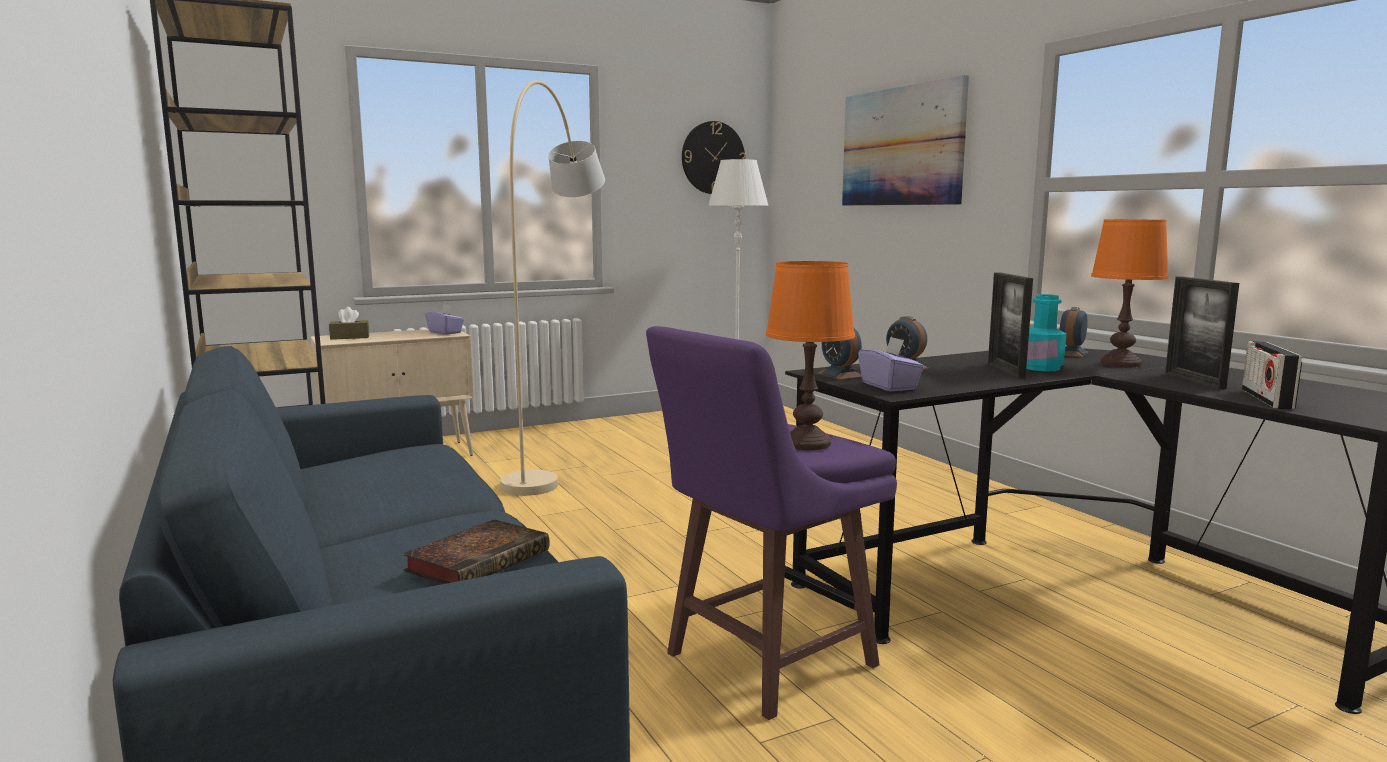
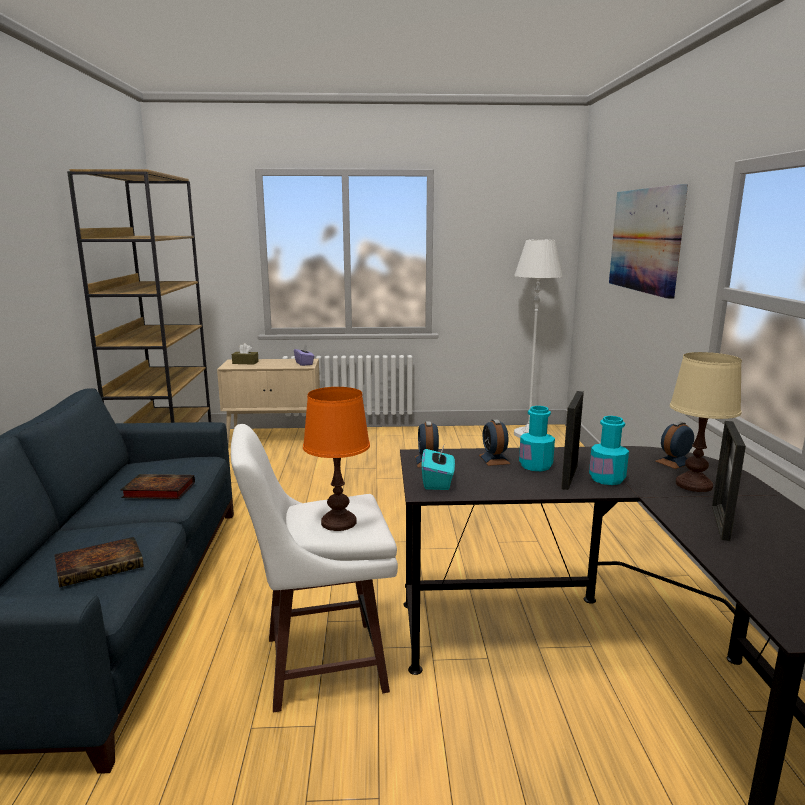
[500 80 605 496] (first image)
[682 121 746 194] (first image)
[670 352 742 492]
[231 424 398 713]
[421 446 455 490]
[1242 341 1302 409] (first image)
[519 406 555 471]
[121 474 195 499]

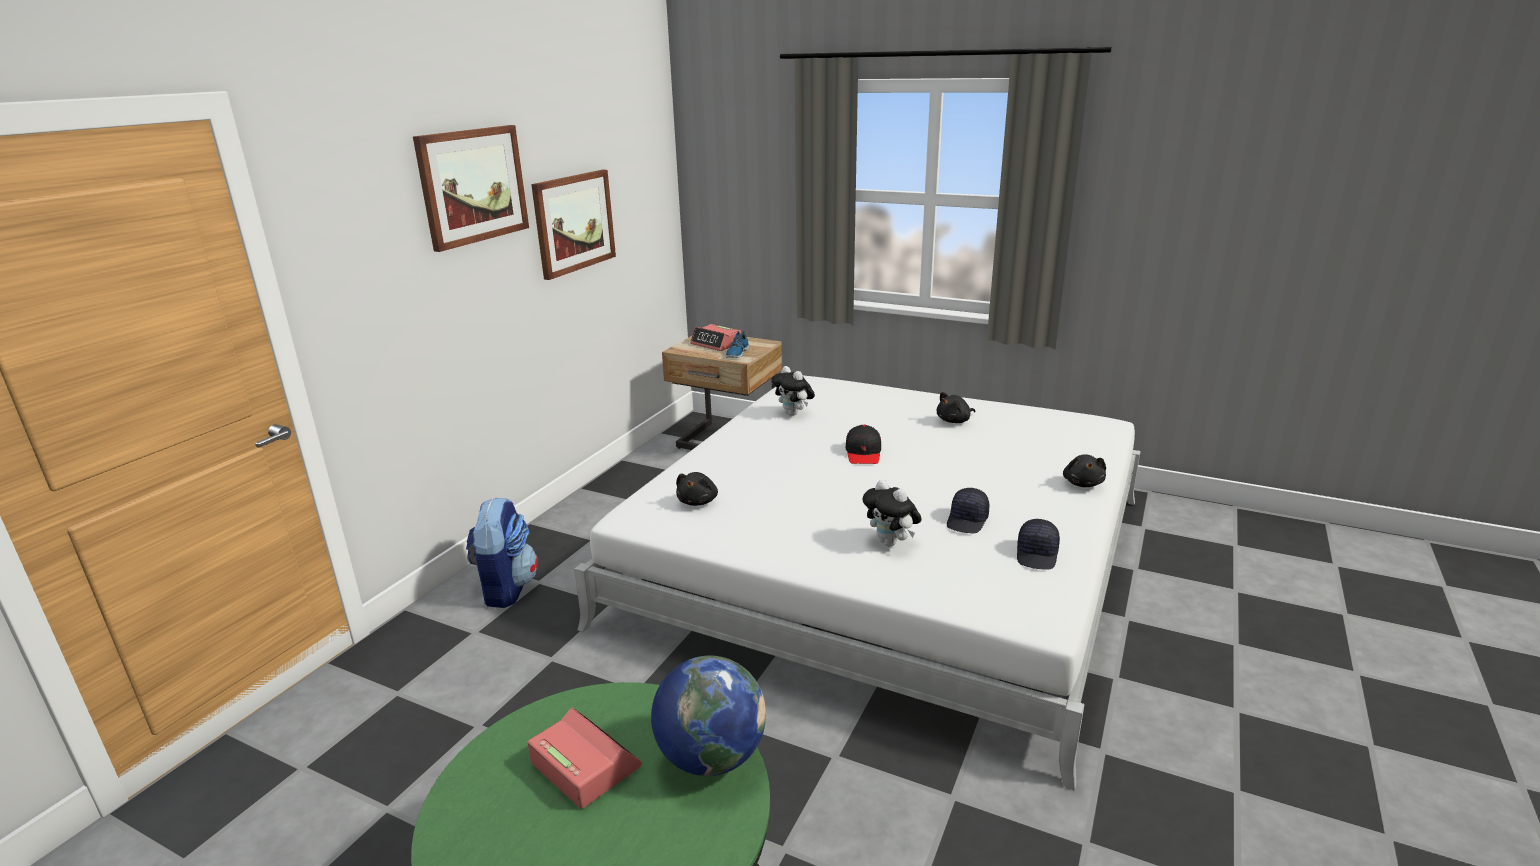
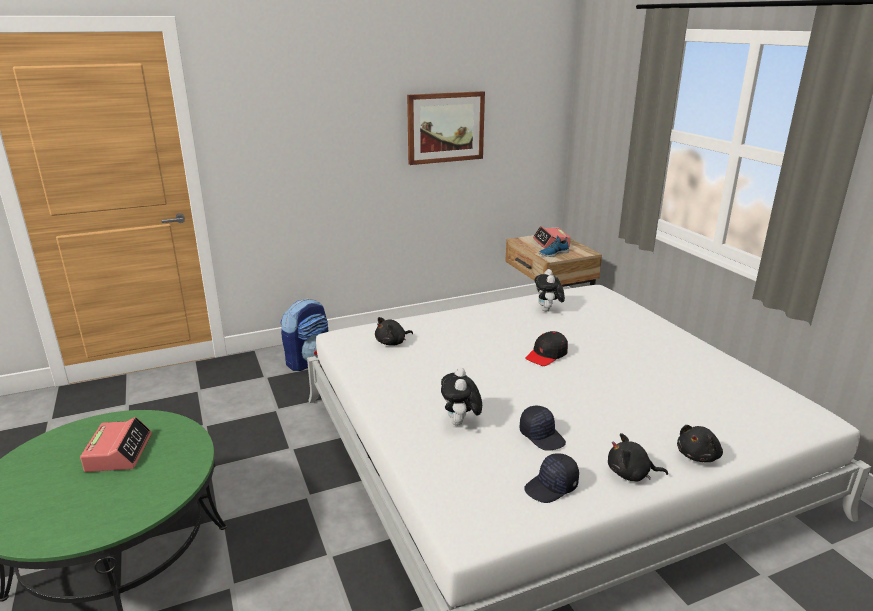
[413 125 529 252] (first image)
[608 433 668 481]
[520 406 566 451]
[651 655 766 776] (first image)

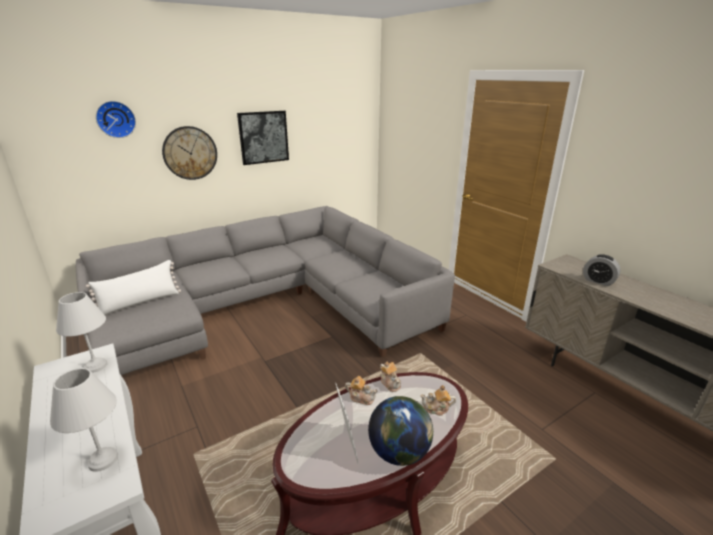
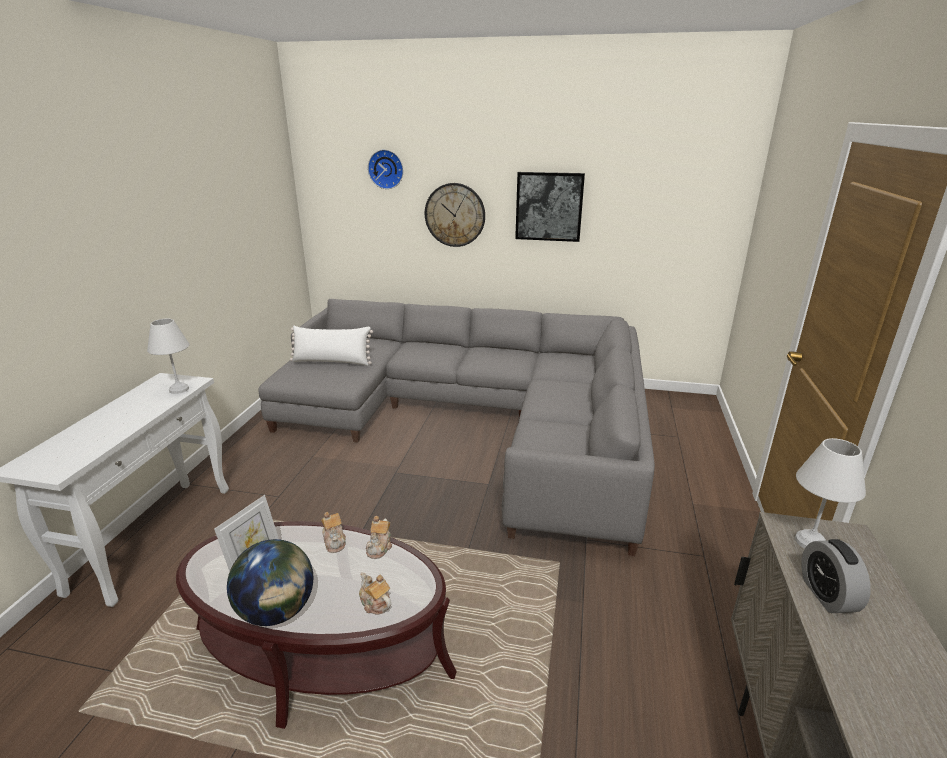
[795 438 866 549]

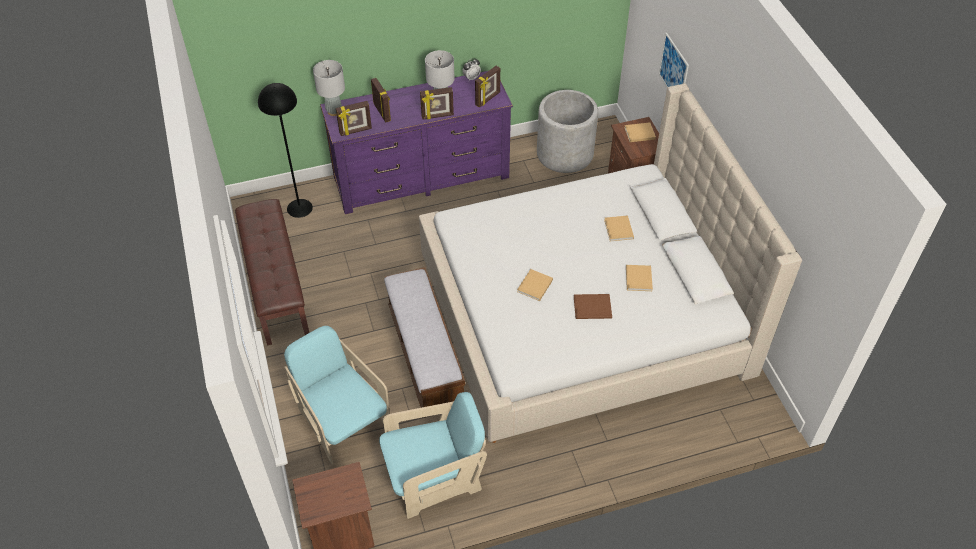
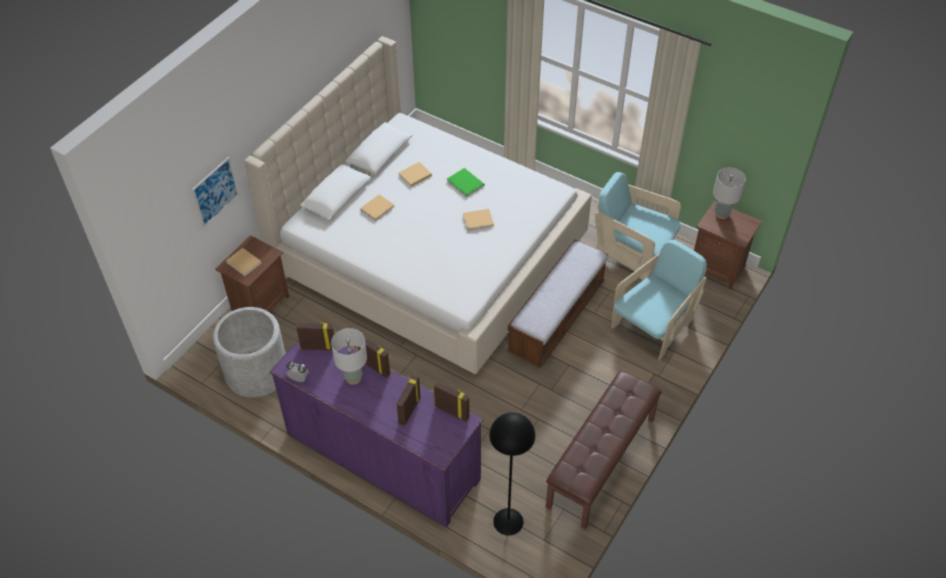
[713 167 746 219]
[447 168 485 197]
[611 240 707 361]

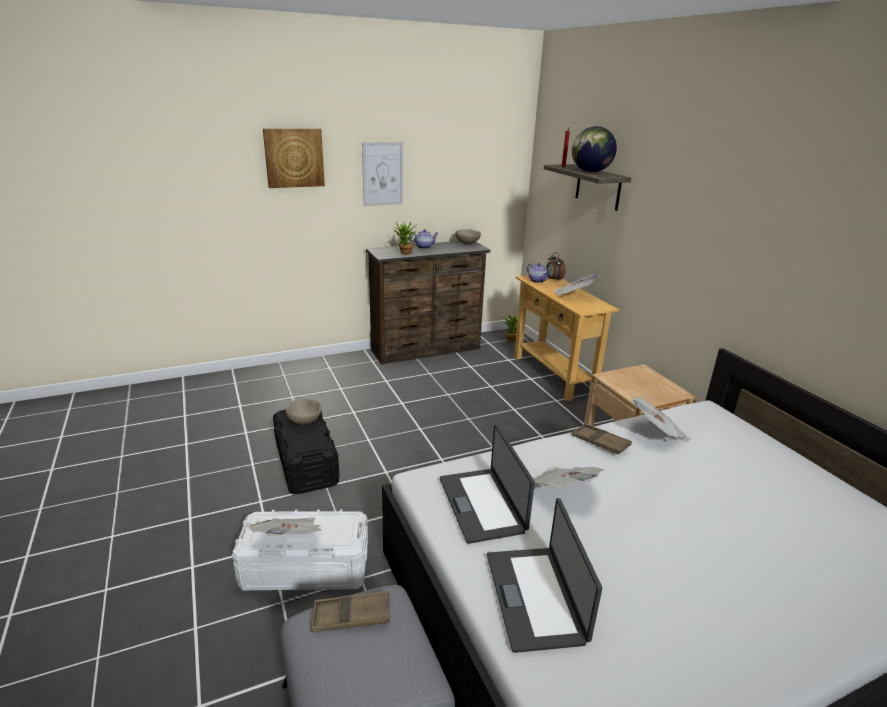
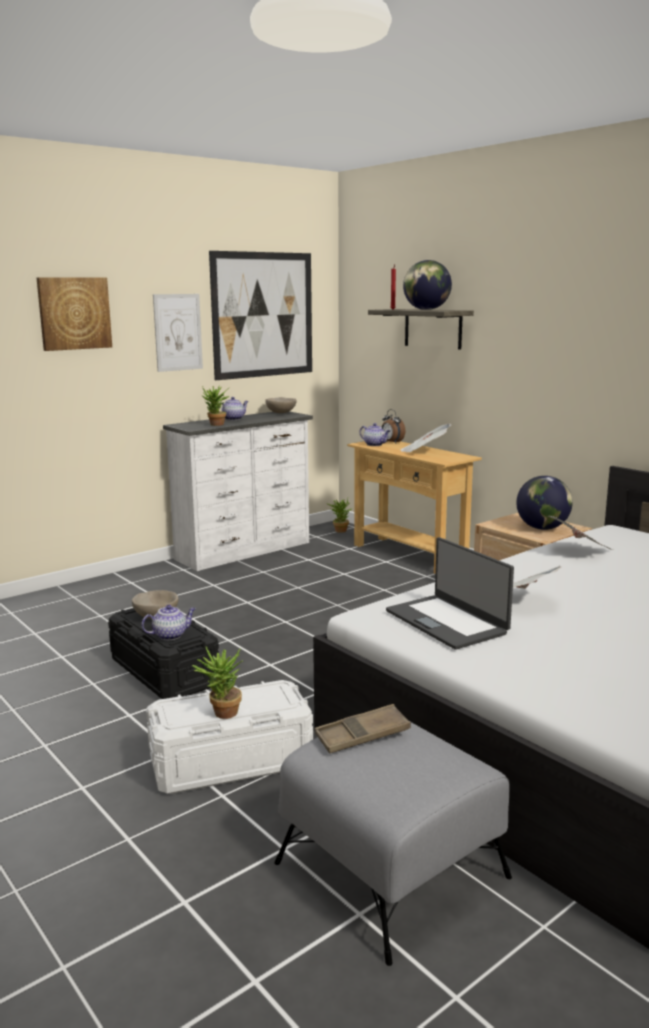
[163 411 313 571]
[572 423 632 454] (first image)
[487 498 602 653] (first image)
[192 647 243 719]
[209 251 312 380]
[516 476 573 530]
[141 605 196 640]

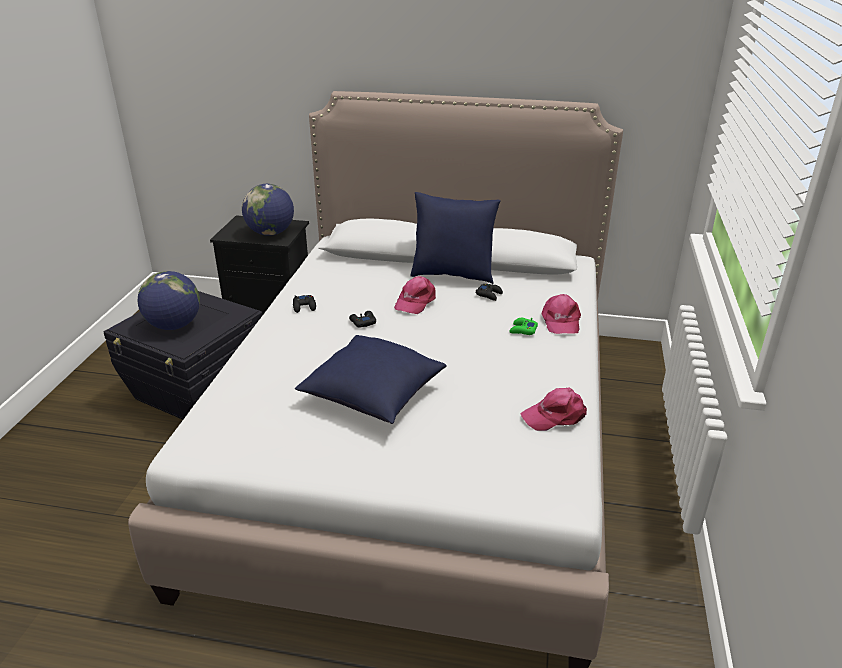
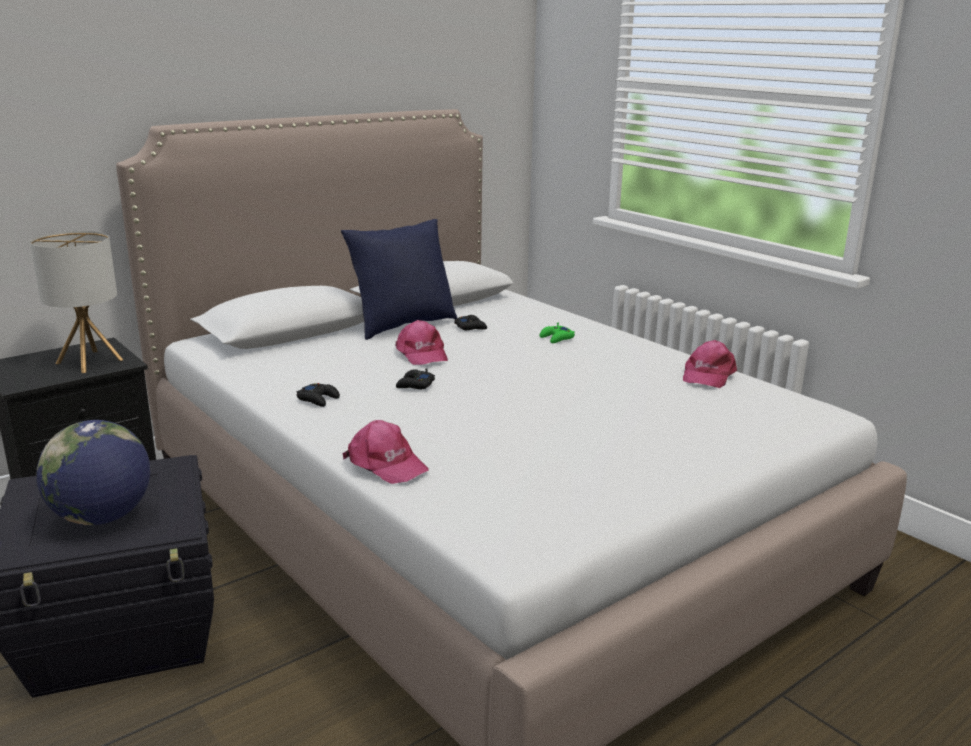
[30 231 123 373]
[342 420 429 484]
[295 335 447 424] (first image)

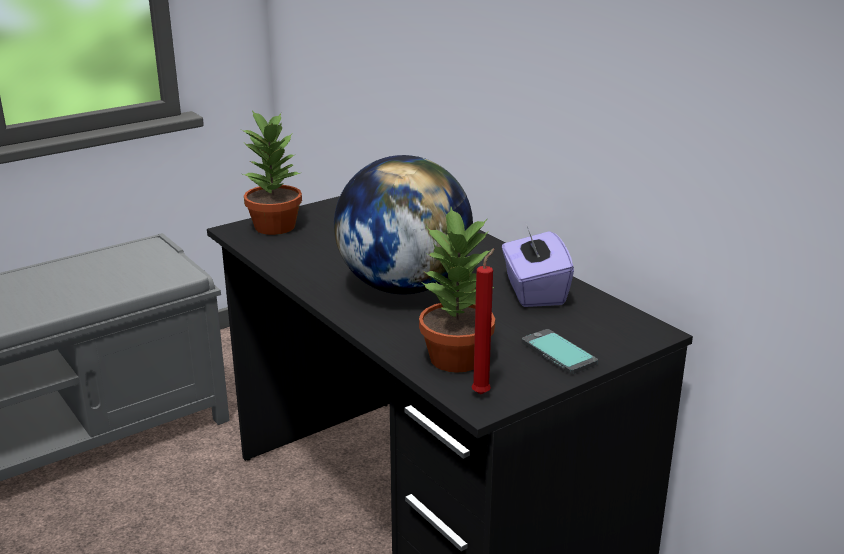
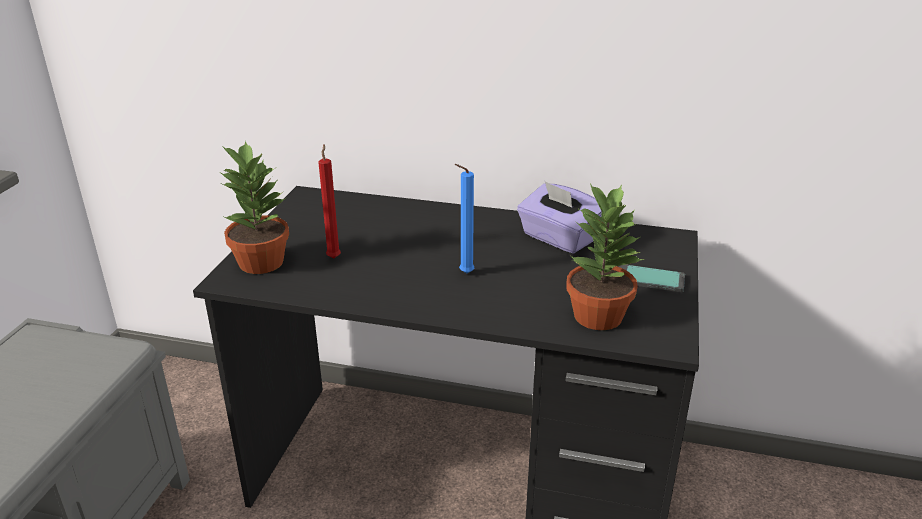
[455 164 474 273]
[318 144 341 258]

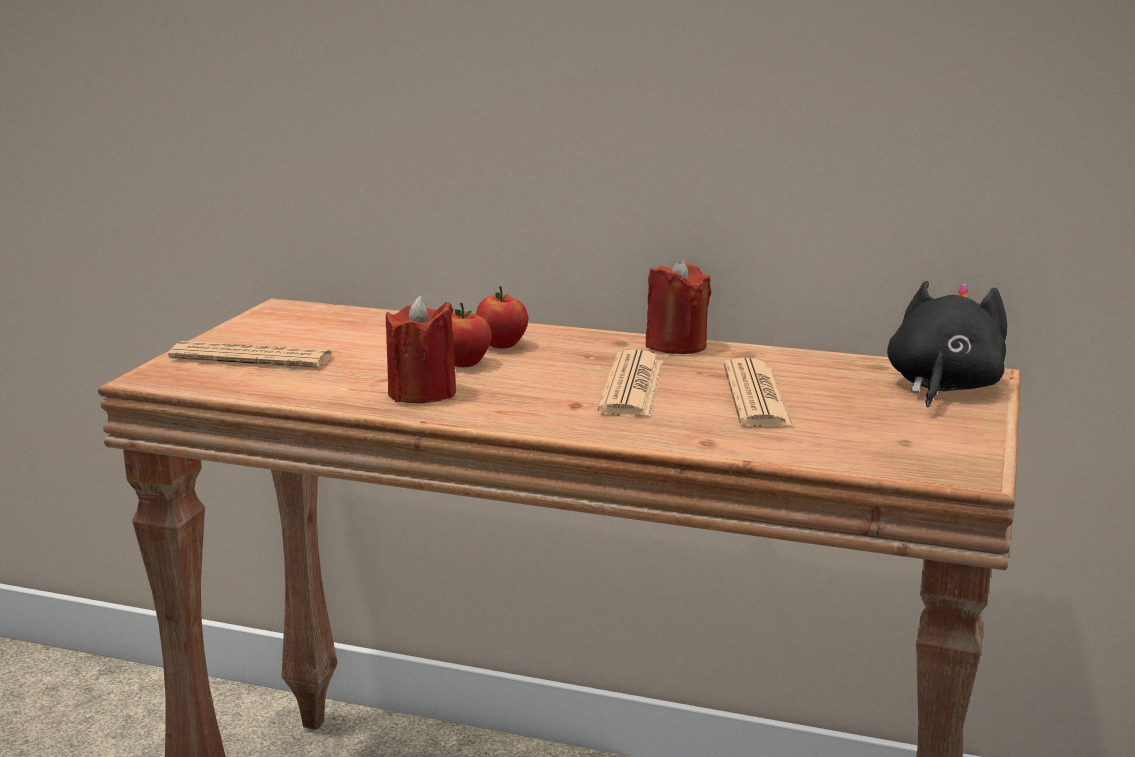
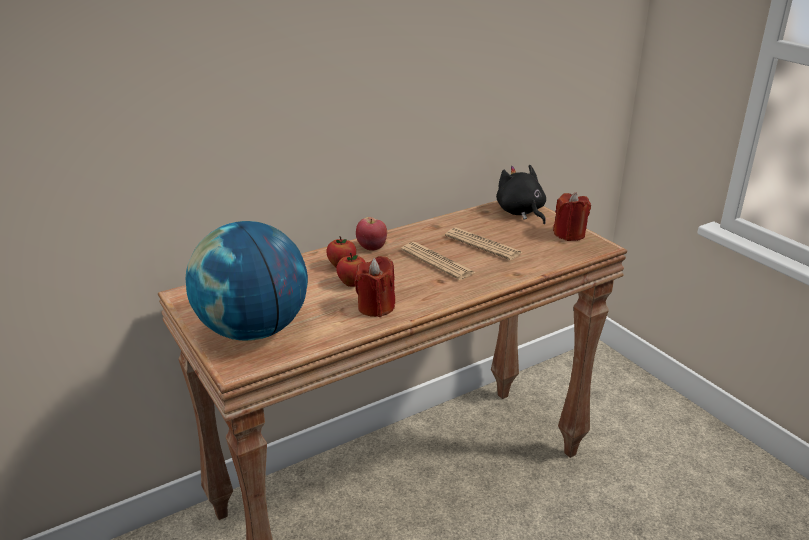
[553 192 591 241]
[186 221 308 341]
[356 217 387 251]

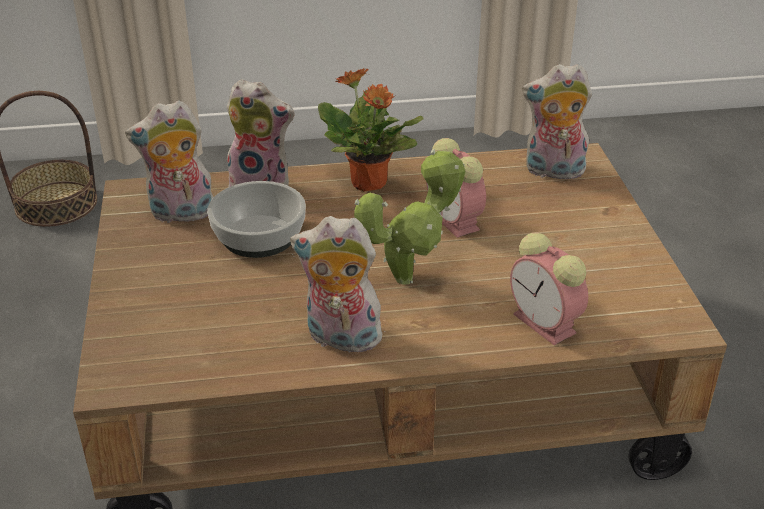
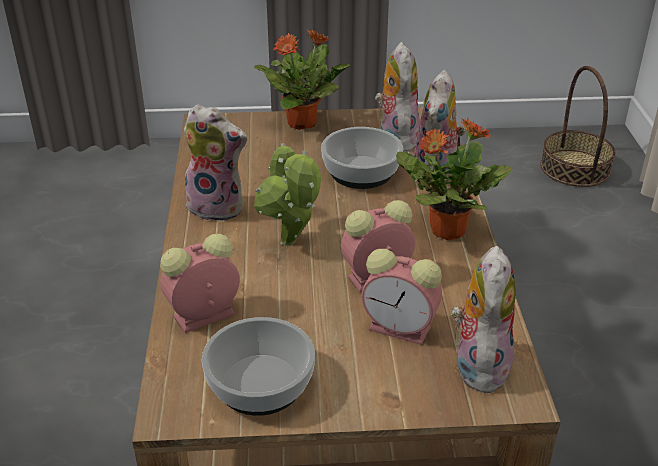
[183 104 247 222]
[254 29 350 130]
[361 249 442 345]
[202 317 315 416]

